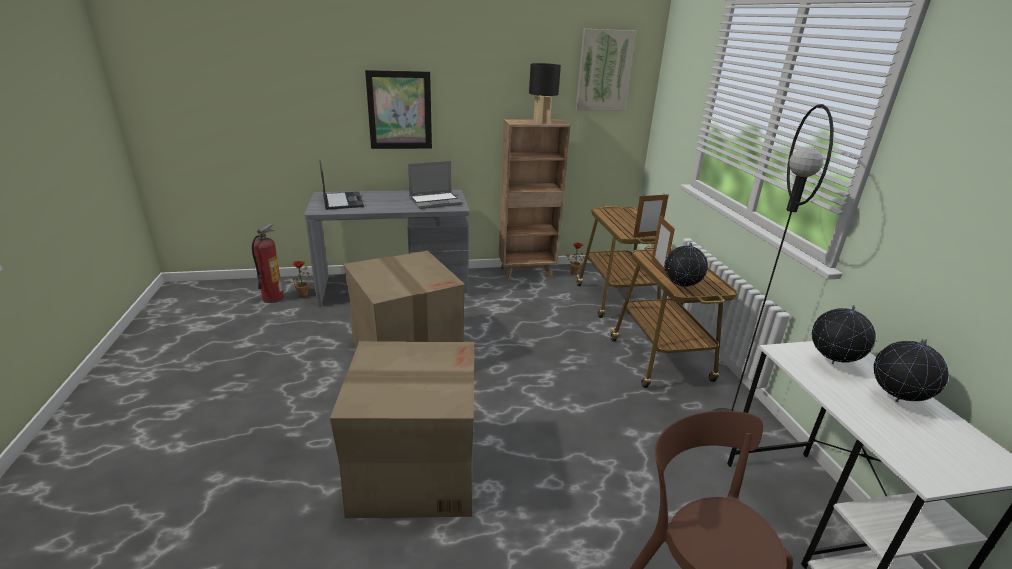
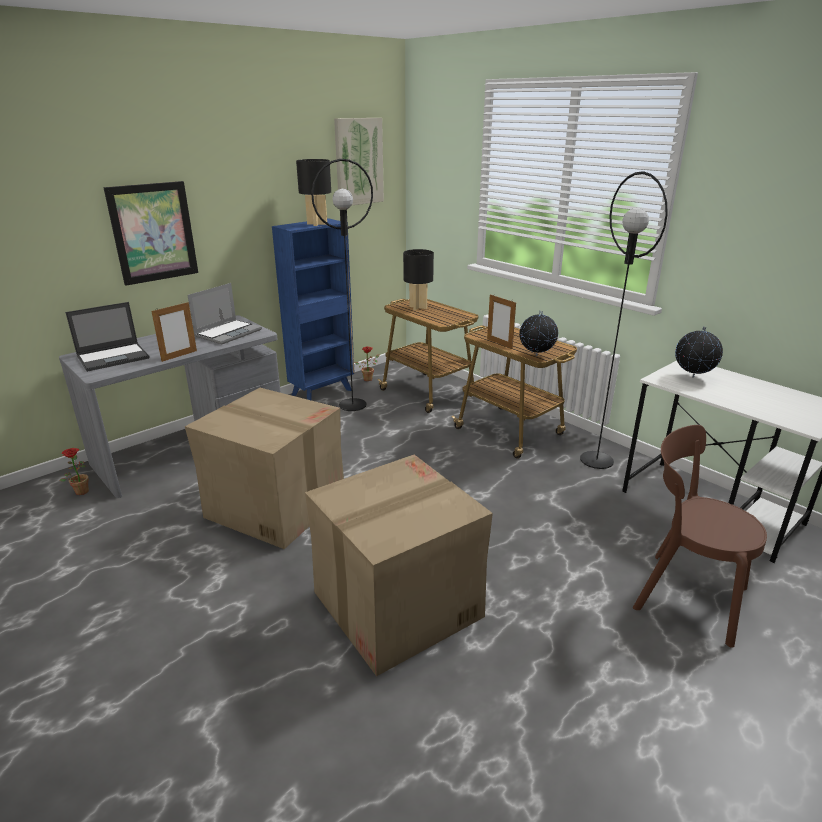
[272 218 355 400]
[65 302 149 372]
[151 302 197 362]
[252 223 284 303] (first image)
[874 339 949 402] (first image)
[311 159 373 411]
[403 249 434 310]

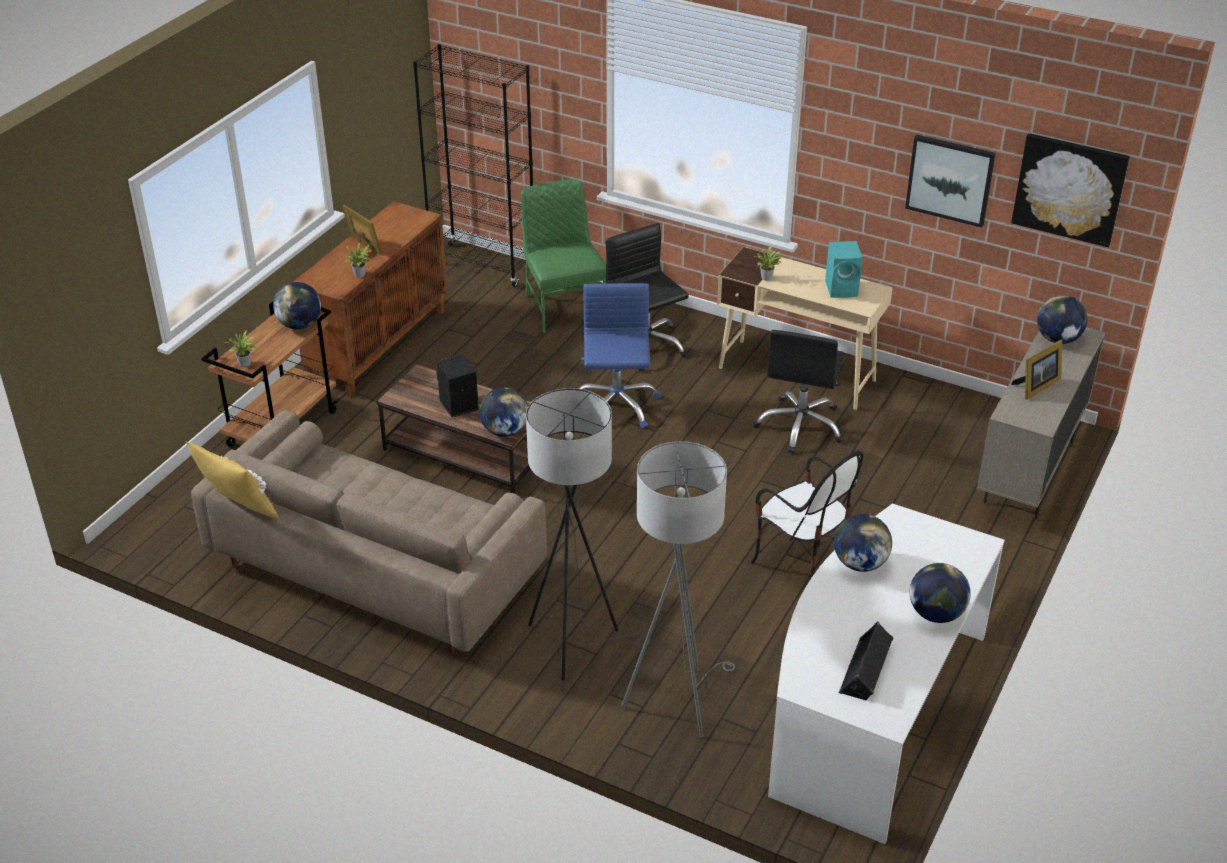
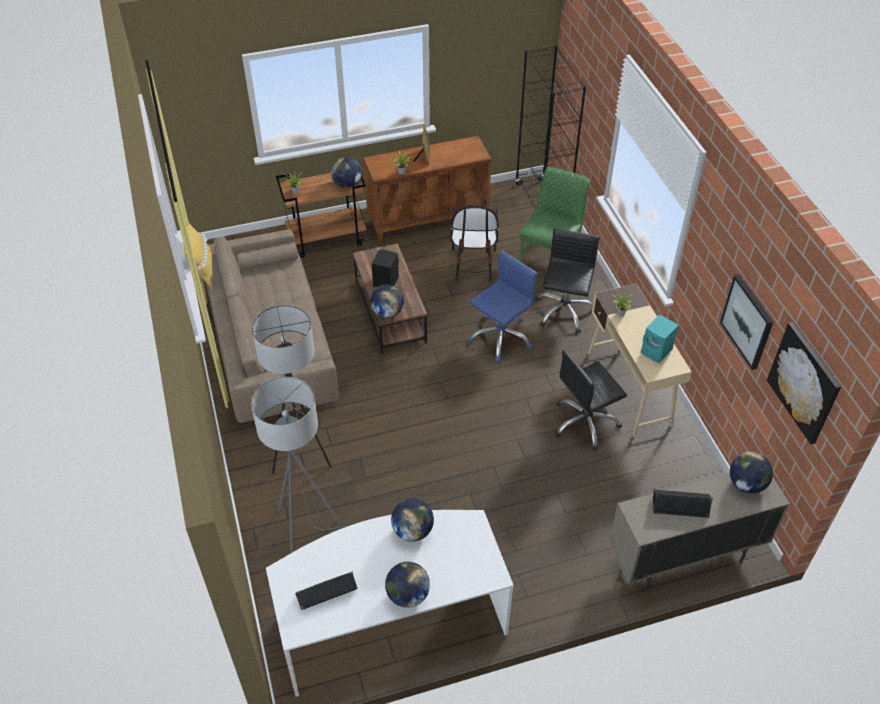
[653 489 713 518]
[451 205 499 282]

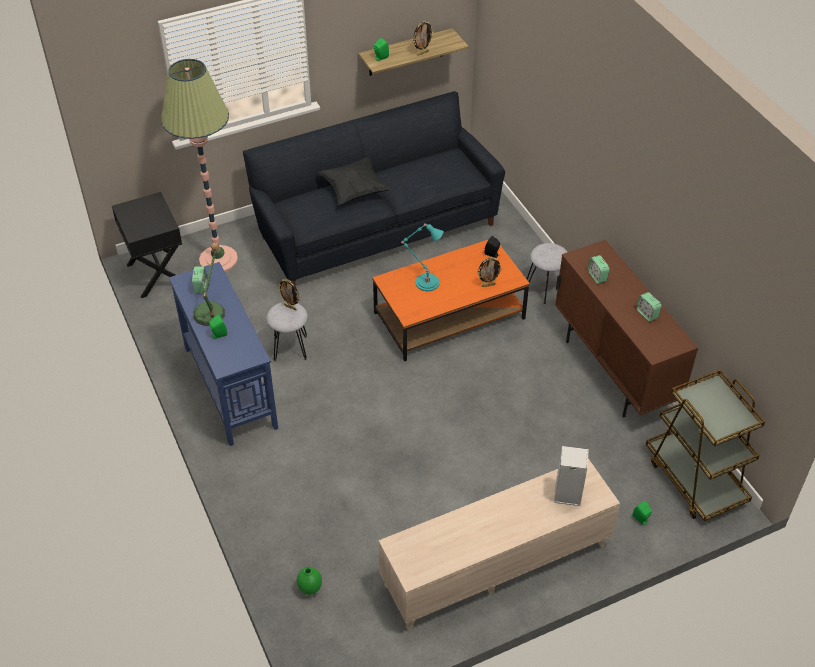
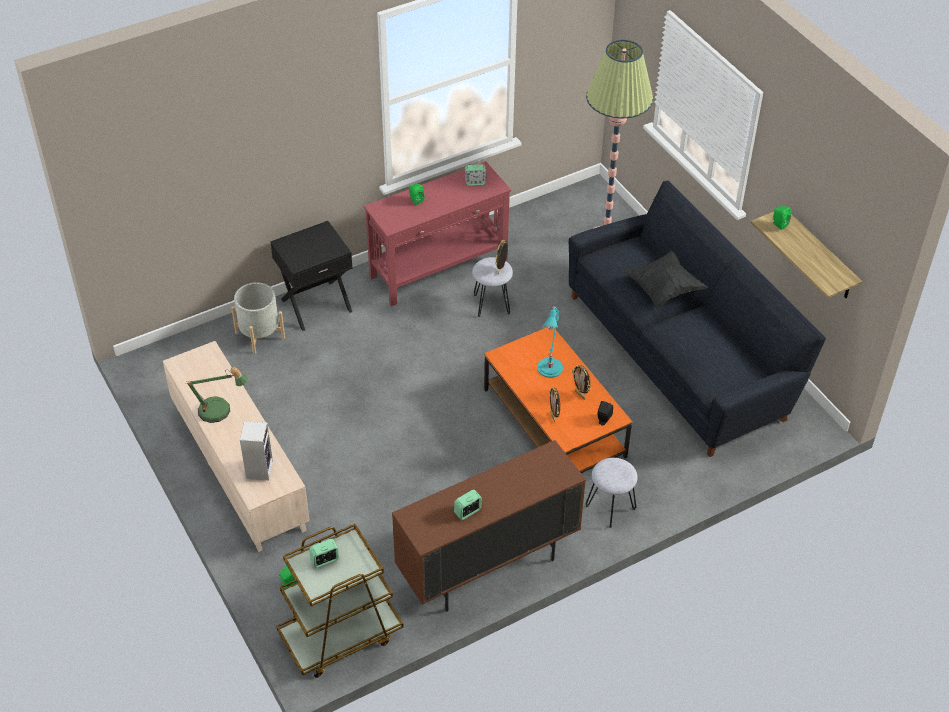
[572 365 591 400]
[270 221 353 331]
[185 367 248 423]
[309 539 339 568]
[364 161 511 306]
[297 567 322 595] (first image)
[231 282 285 354]

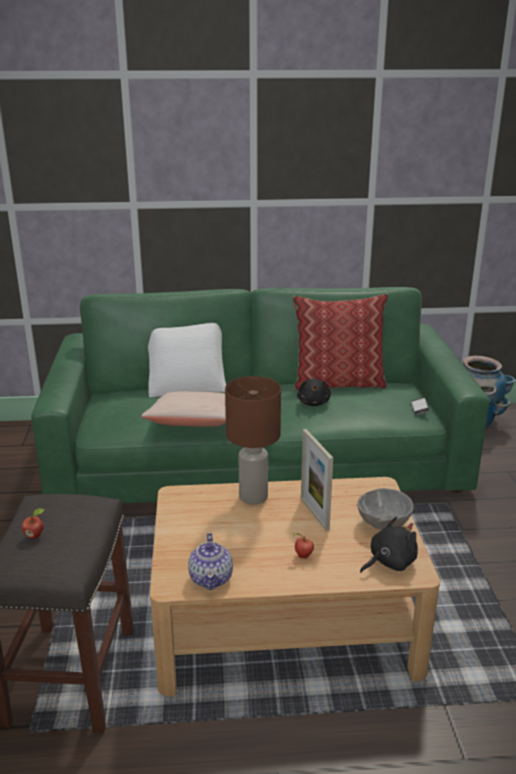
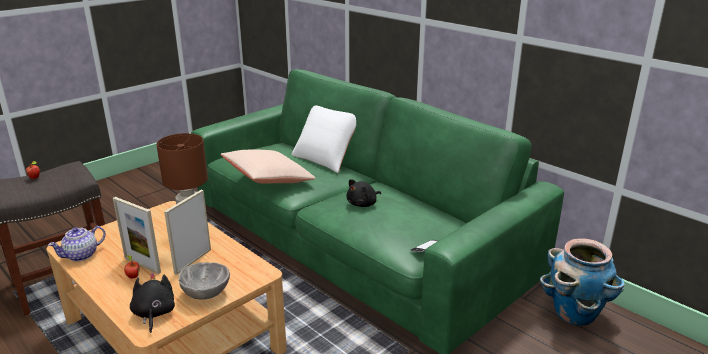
[292 294 388 390] (first image)
[130 273 175 333]
[113 197 161 274]

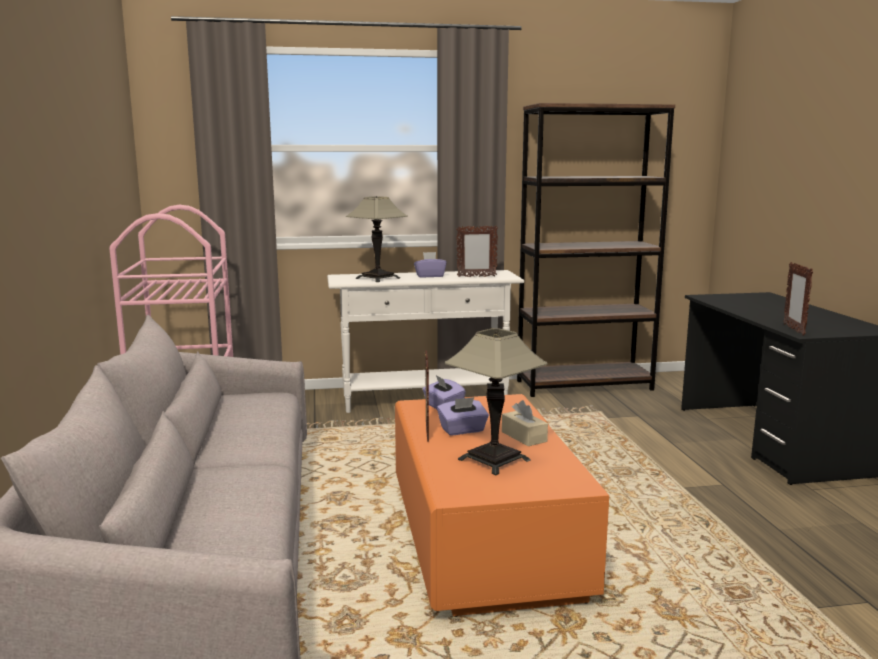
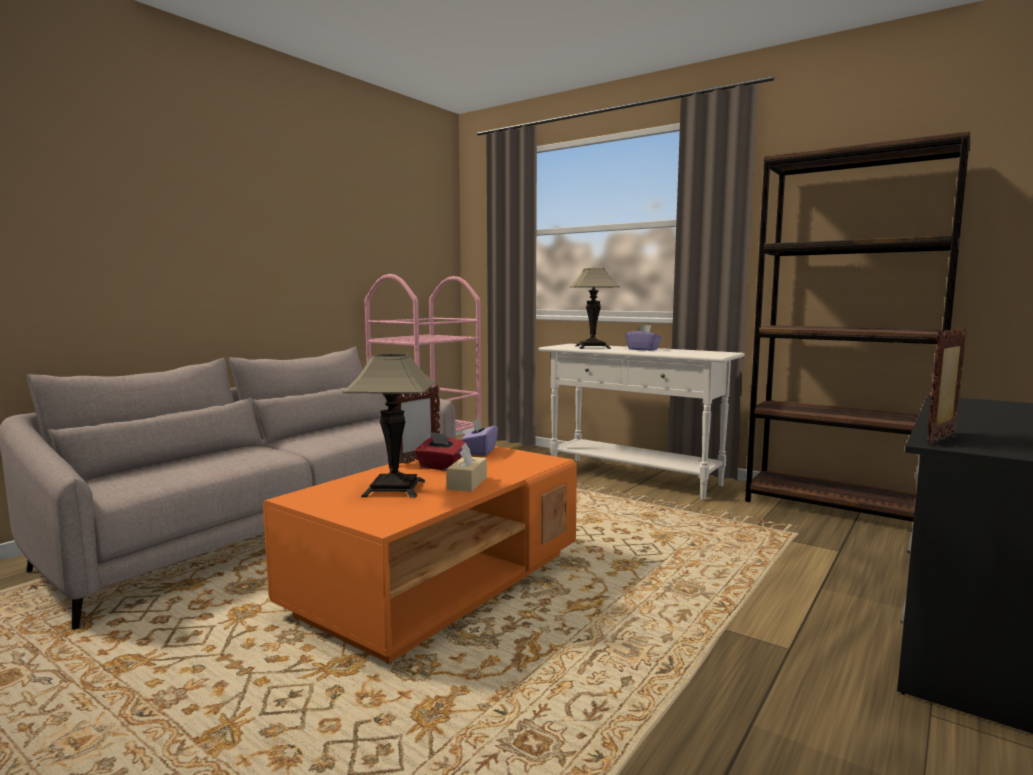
[456 225 498 277] (first image)
[415 432 468 471]

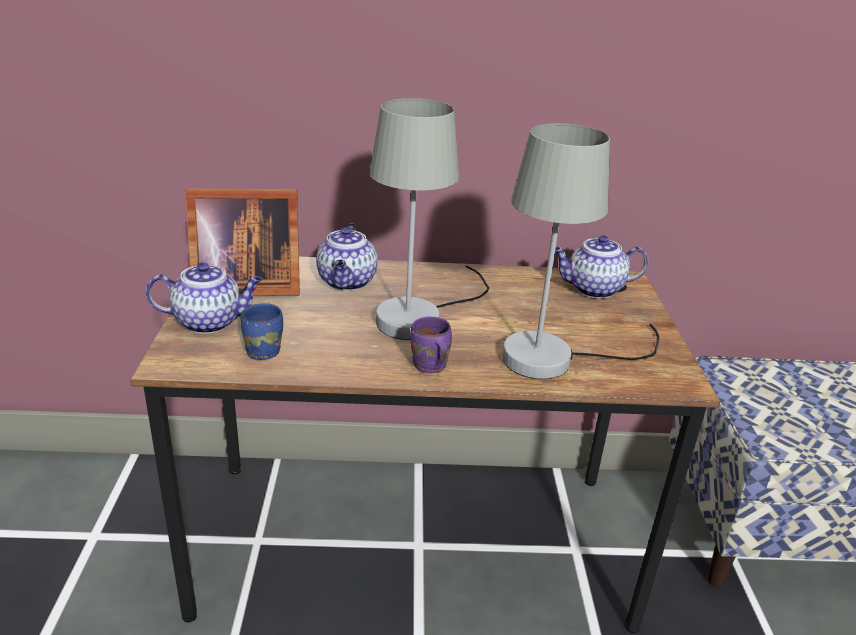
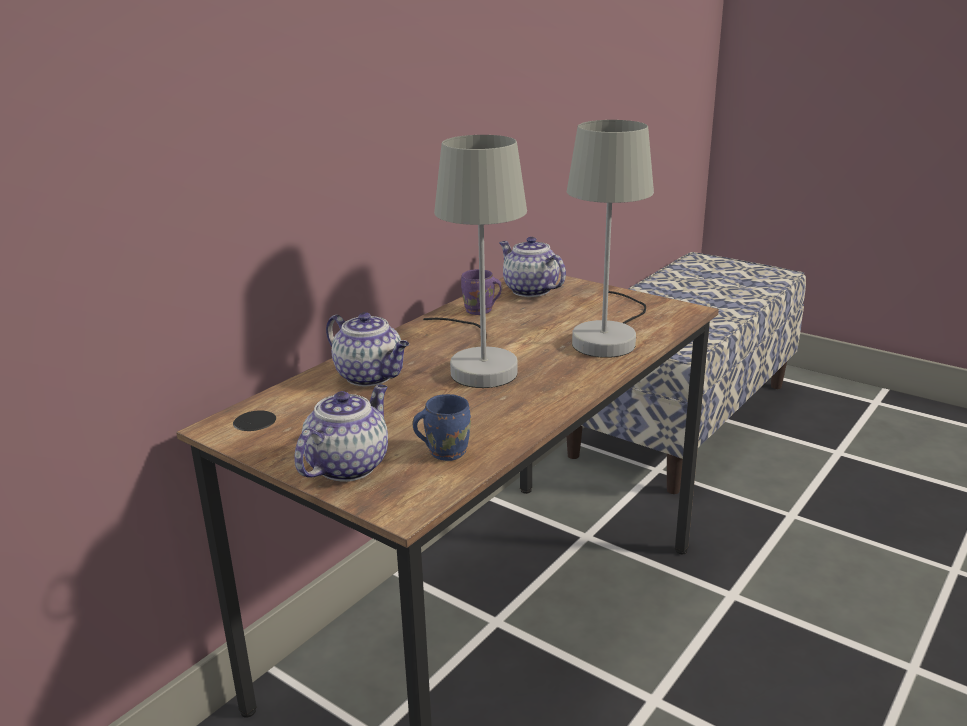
[185 188 300 296] (first image)
[499 237 566 297]
[461 269 503 315]

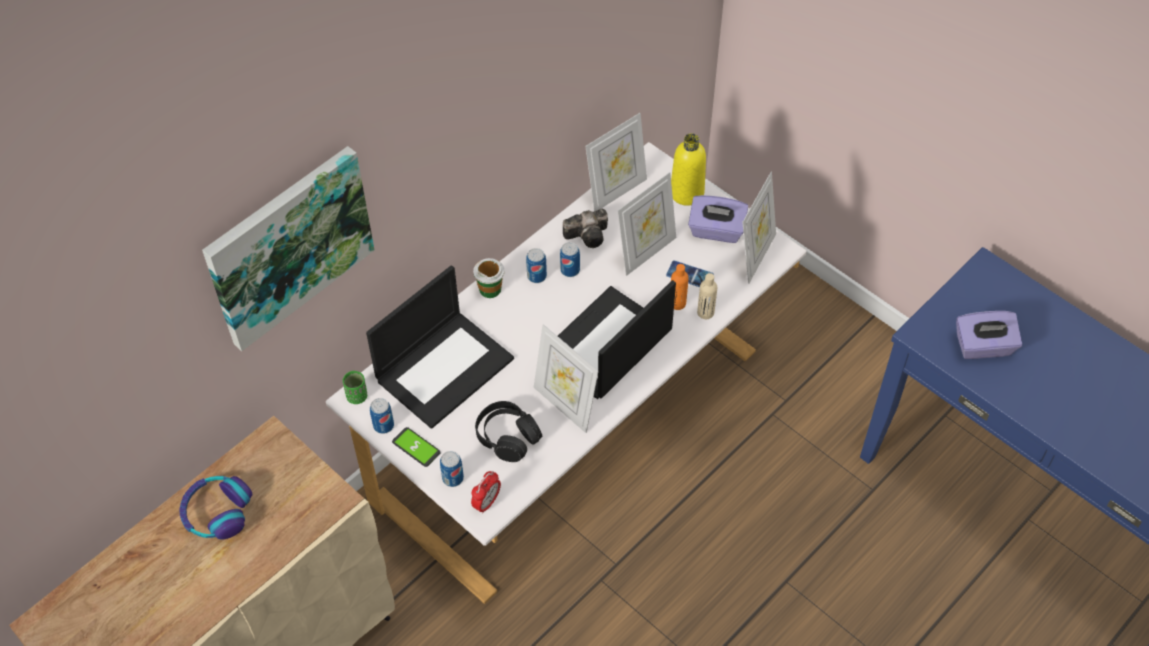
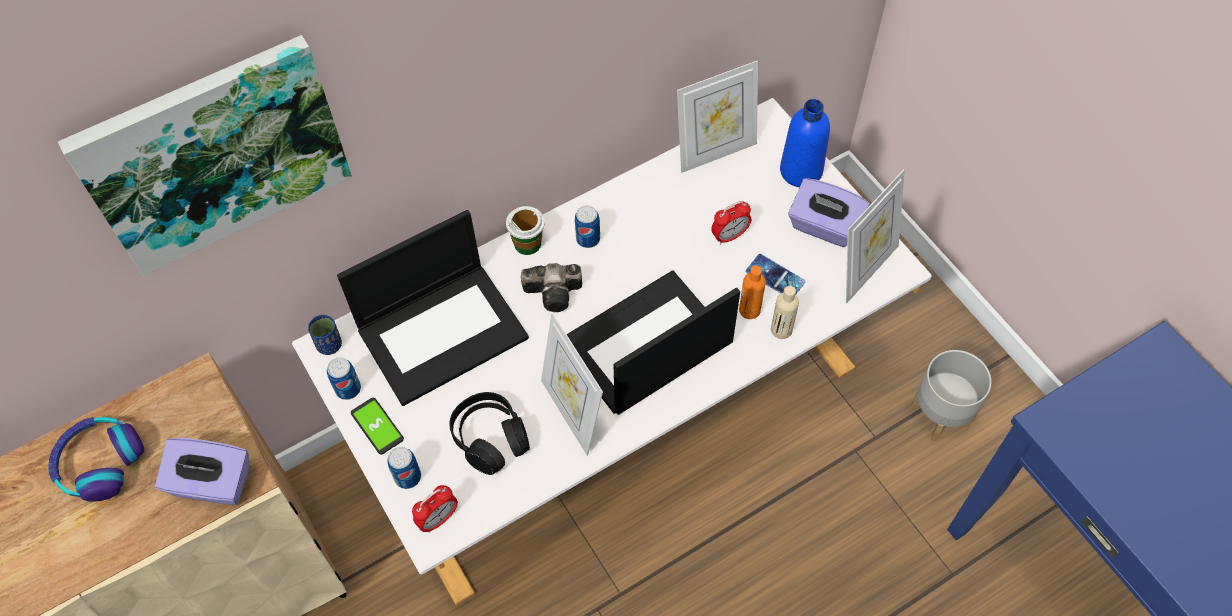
[780 99 830 187]
[711 201 751 245]
[521 263 582 312]
[560 242 580 277] (first image)
[155 438 249 505]
[308 315 342 355]
[910 350 991 442]

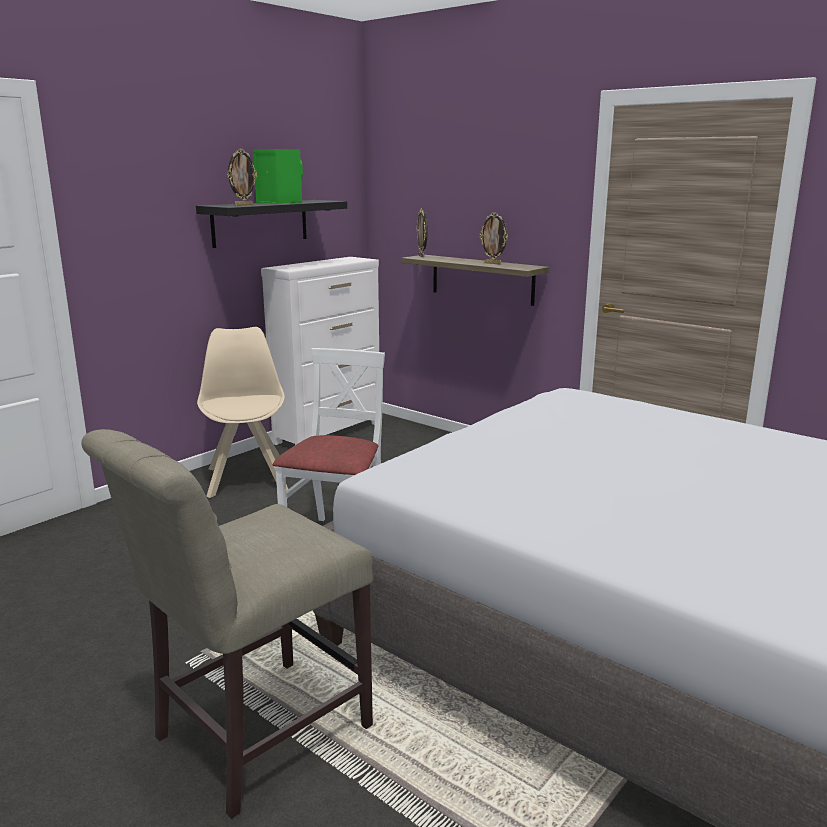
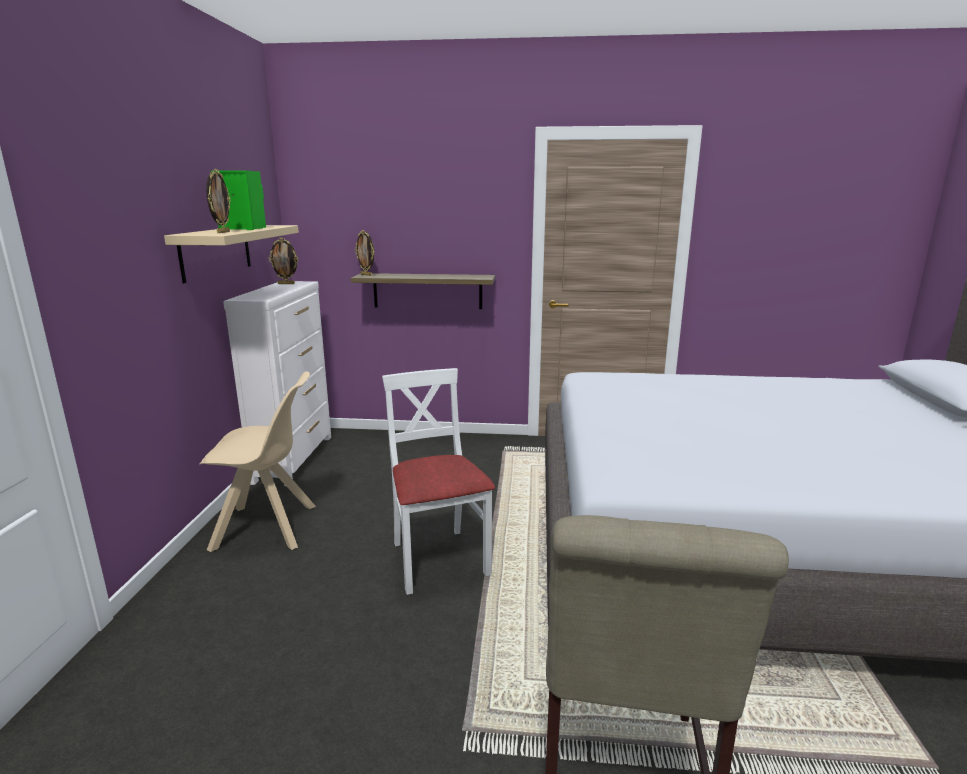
[164 225 299 283]
[269 237 298 284]
[199 371 316 552]

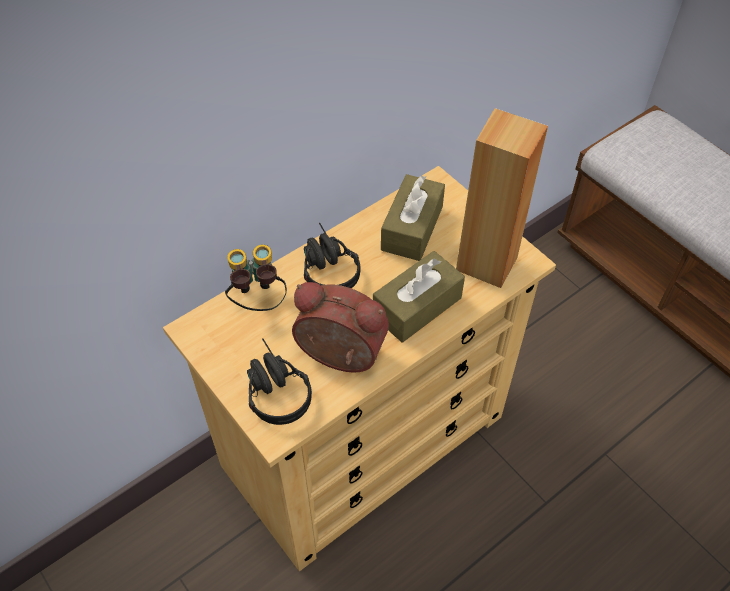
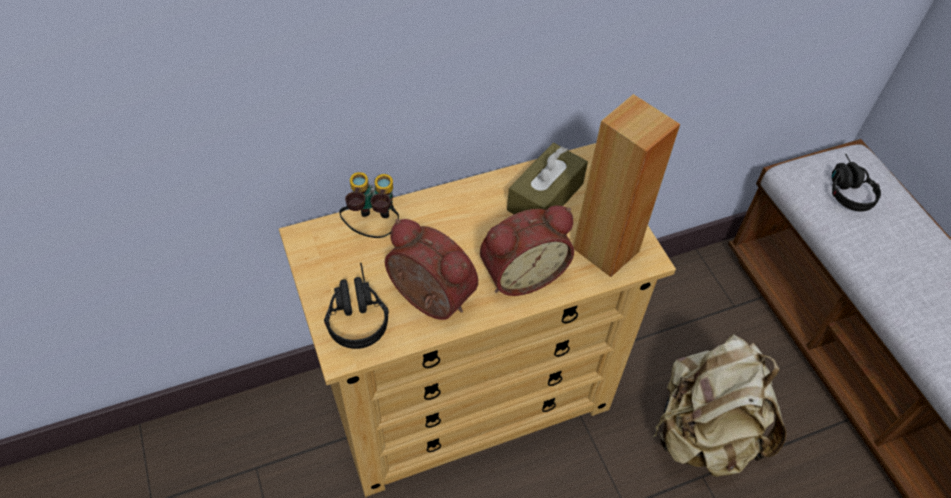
[832 154 881 211]
[480 206 574 296]
[652 334 786 477]

